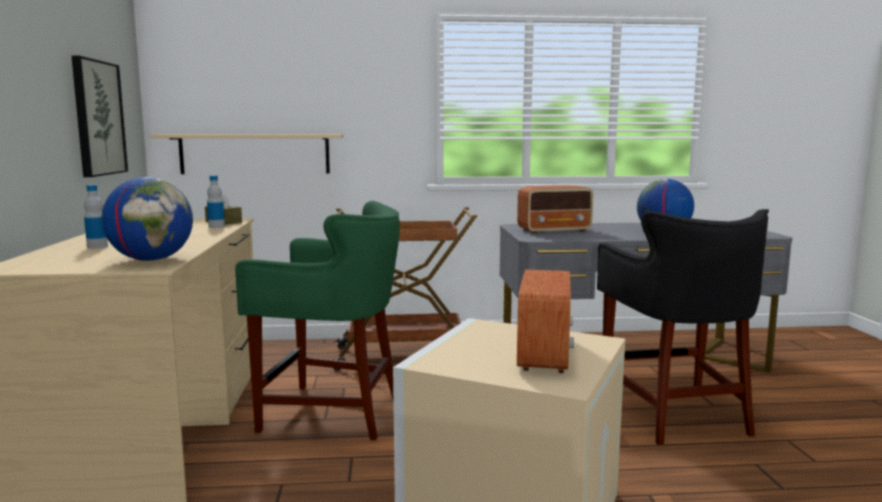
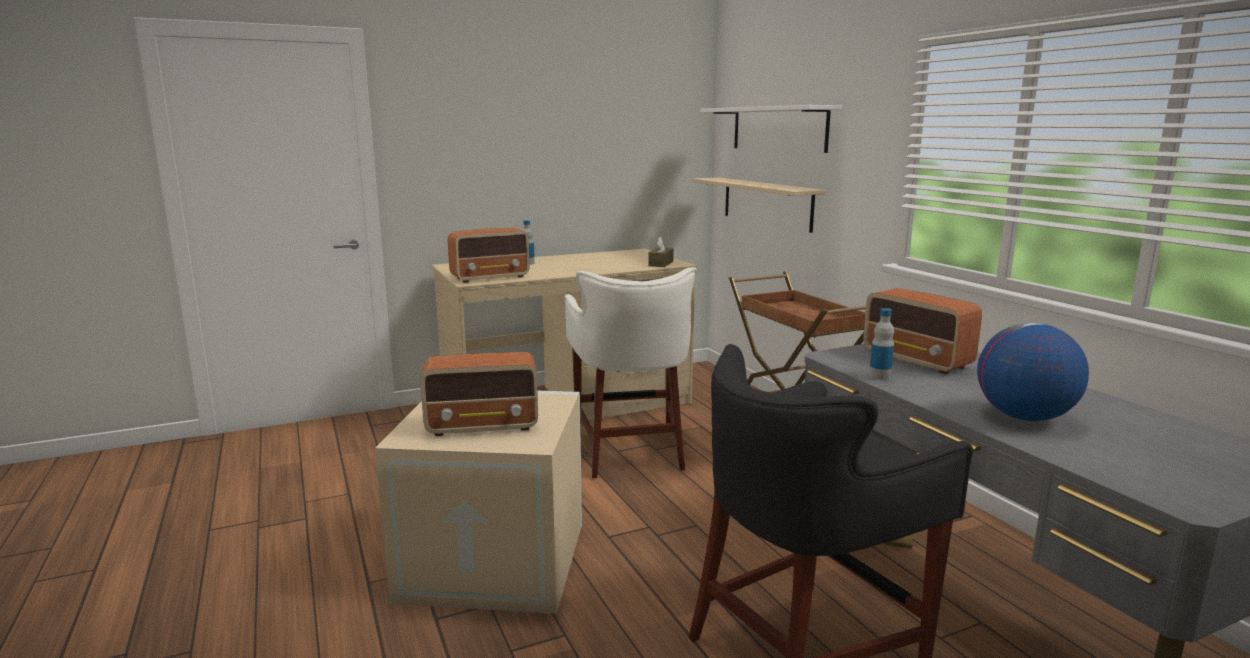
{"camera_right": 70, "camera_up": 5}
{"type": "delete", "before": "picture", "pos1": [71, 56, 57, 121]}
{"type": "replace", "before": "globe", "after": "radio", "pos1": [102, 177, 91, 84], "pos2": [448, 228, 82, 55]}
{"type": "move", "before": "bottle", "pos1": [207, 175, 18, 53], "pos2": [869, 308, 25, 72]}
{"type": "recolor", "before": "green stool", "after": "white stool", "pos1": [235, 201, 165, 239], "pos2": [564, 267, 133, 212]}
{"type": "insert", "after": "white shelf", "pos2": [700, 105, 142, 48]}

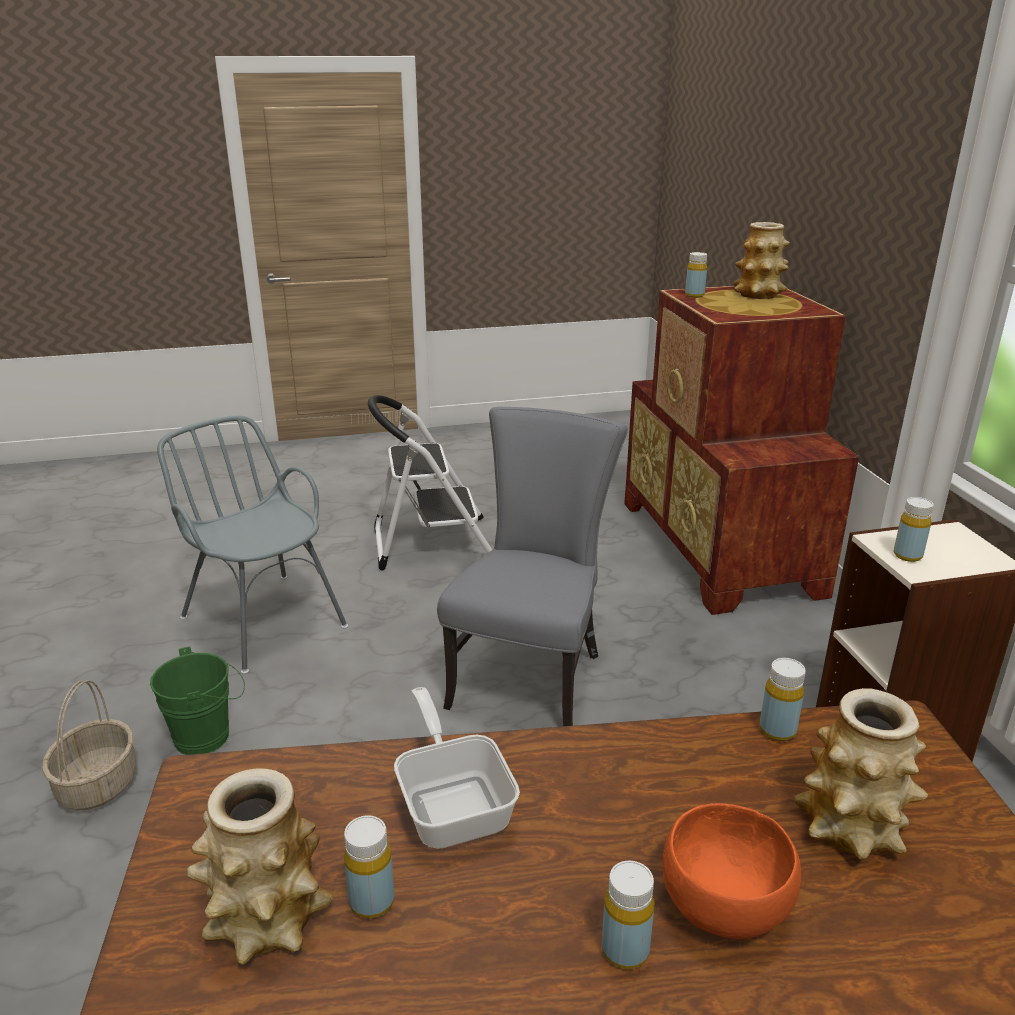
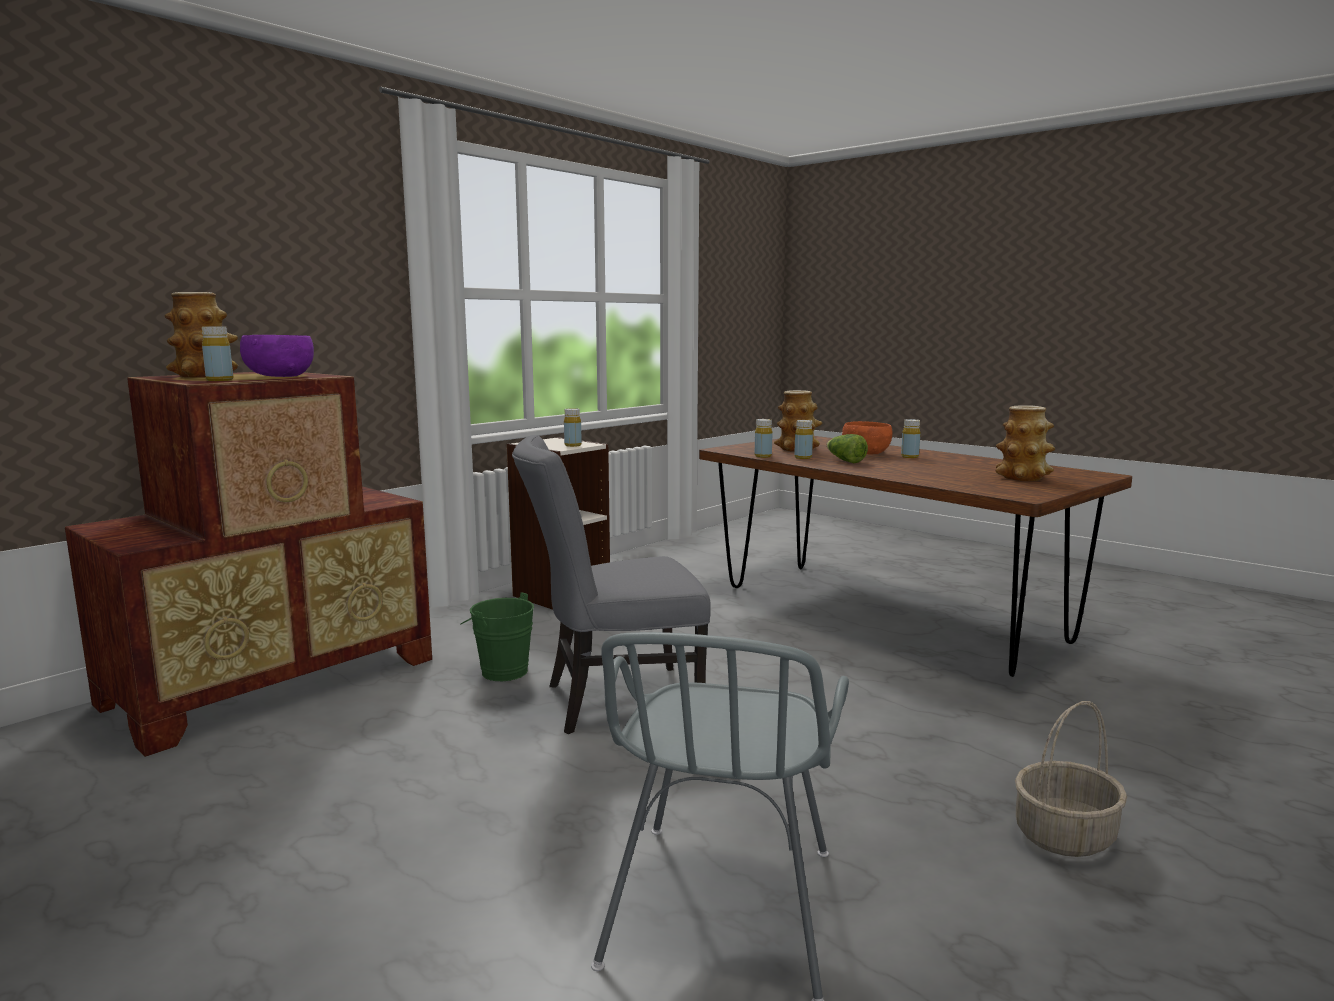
{"camera_right": -125, "camera_up": -15}
{"type": "move", "before": "green bucket", "pos1": [150, 646, 95, 109], "pos2": [461, 592, 73, 89]}
{"type": "move", "before": "yellow bottle", "pos1": [344, 815, 51, 103], "pos2": [794, 420, 19, 39]}
{"type": "delete", "before": "step ladder", "pos1": [368, 395, 124, 176]}
{"type": "delete", "before": "frying pan", "pos1": [394, 687, 126, 162]}
{"type": "insert", "after": "purple bowl", "pos2": [240, 335, 74, 42]}
{"type": "insert", "after": "lettuce", "pos2": [826, 434, 42, 29]}

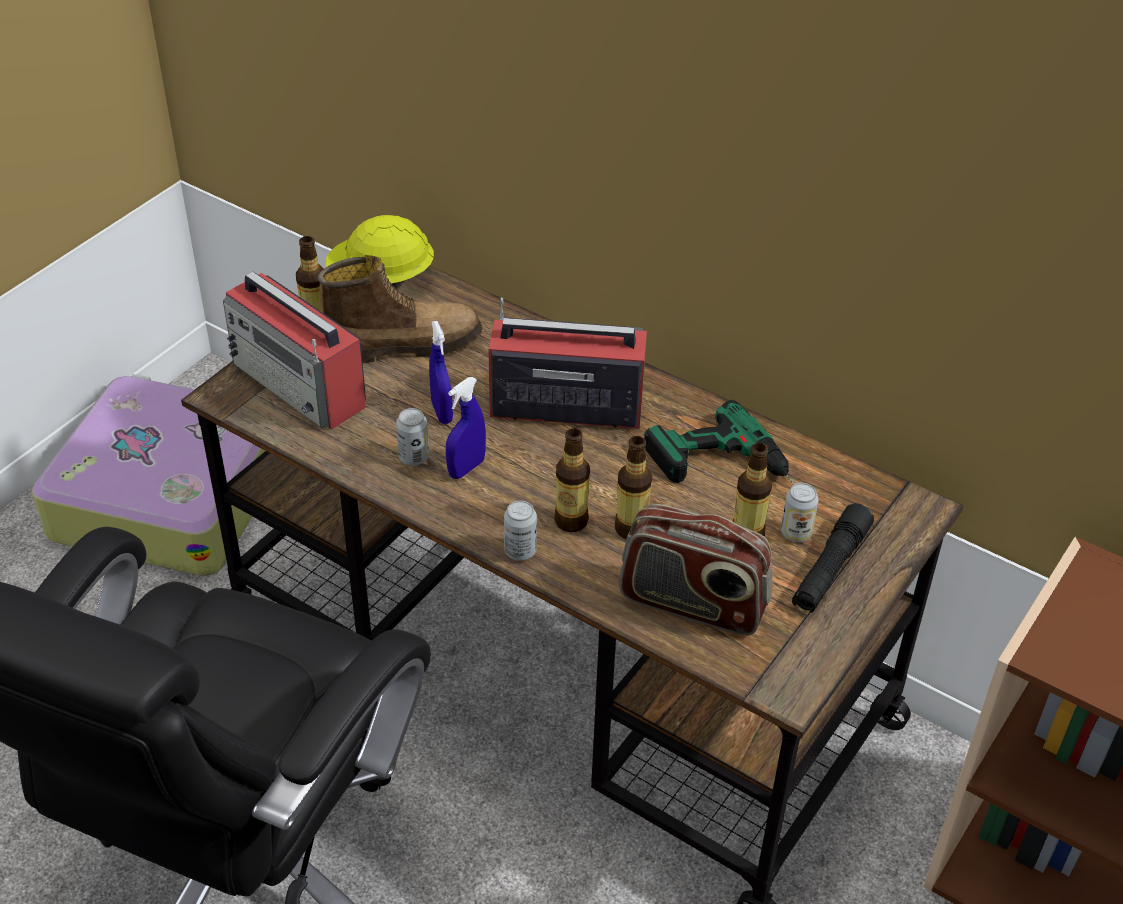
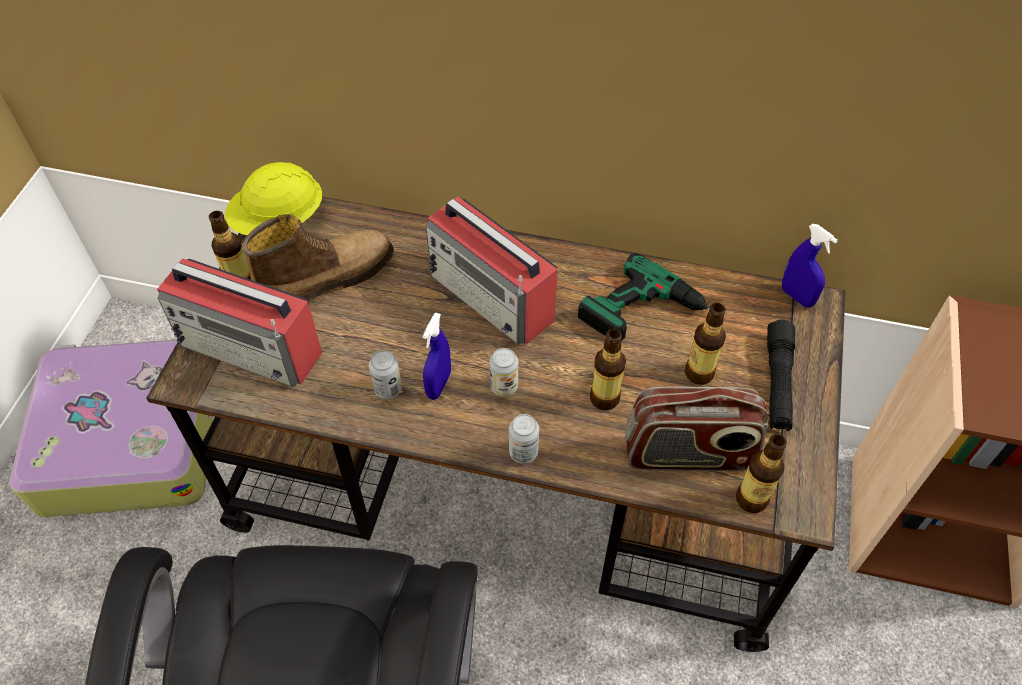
{"camera_right": -20, "camera_up": 10}
{"type": "move", "before": "blue spray bottle", "pos1": [429, 321, 24, 103], "pos2": [782, 224, 56, 84]}
{"type": "rotate", "before": "radio", "pos1": [488, 298, 159, 131], "pos2": [426, 197, 132, 148], "turn": -120}
{"type": "move", "before": "bottle", "pos1": [555, 428, 35, 104], "pos2": [736, 434, 51, 79]}
{"type": "move", "before": "can", "pos1": [781, 483, 38, 59], "pos2": [489, 348, 29, 49]}

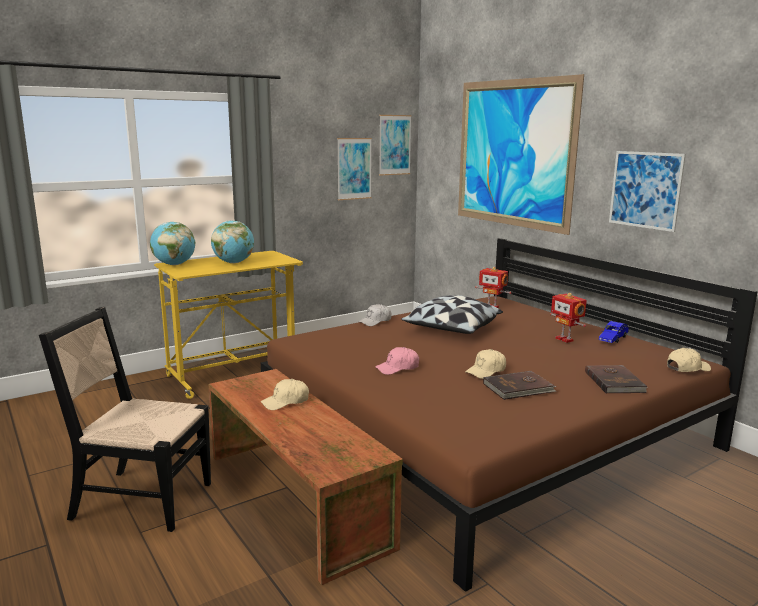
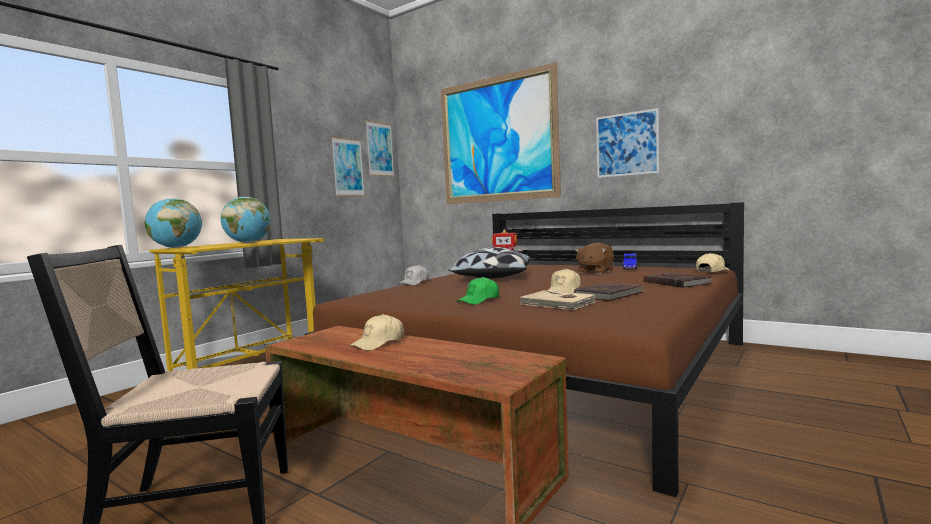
{"camera_right": -20, "camera_up": -10}
{"type": "recolor", "before": "pink cap", "after": "green cap", "pos1": [375, 347, 44, 28], "pos2": [456, 277, 43, 28]}
{"type": "replace", "before": "toy robot", "after": "brown plush toy", "pos1": [550, 293, 37, 50], "pos2": [575, 243, 39, 31]}
{"type": "insert", "after": "beige book", "pos2": [520, 290, 75, 20]}

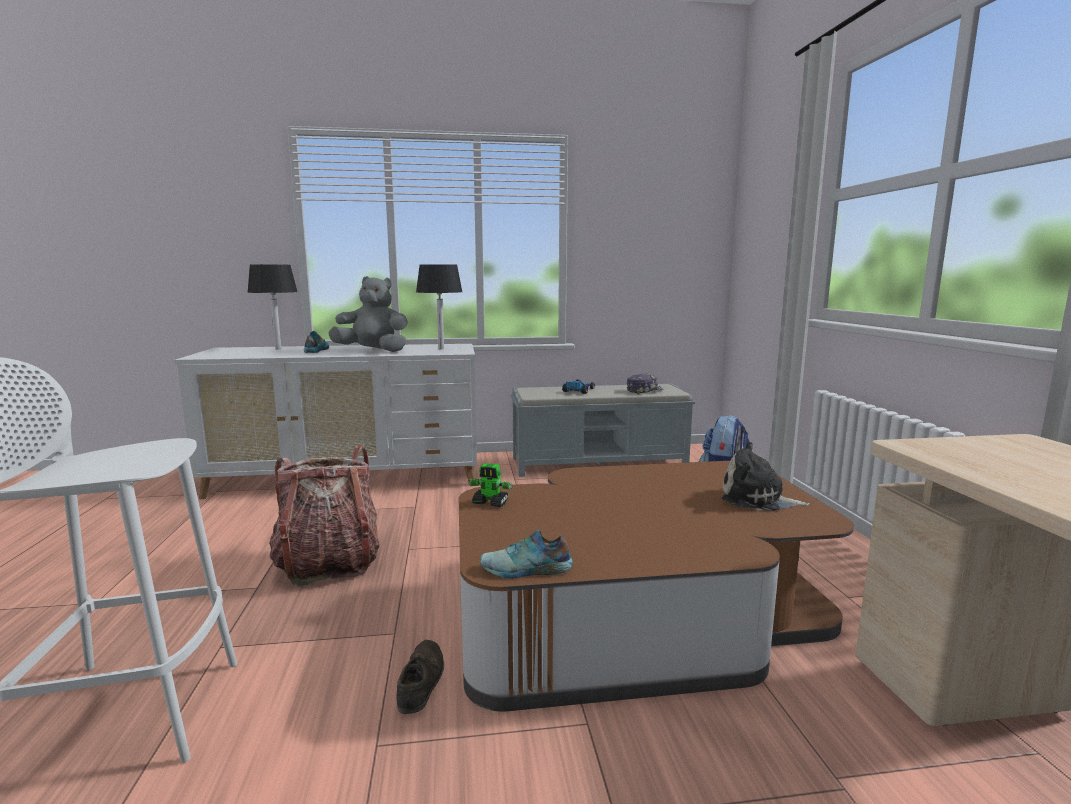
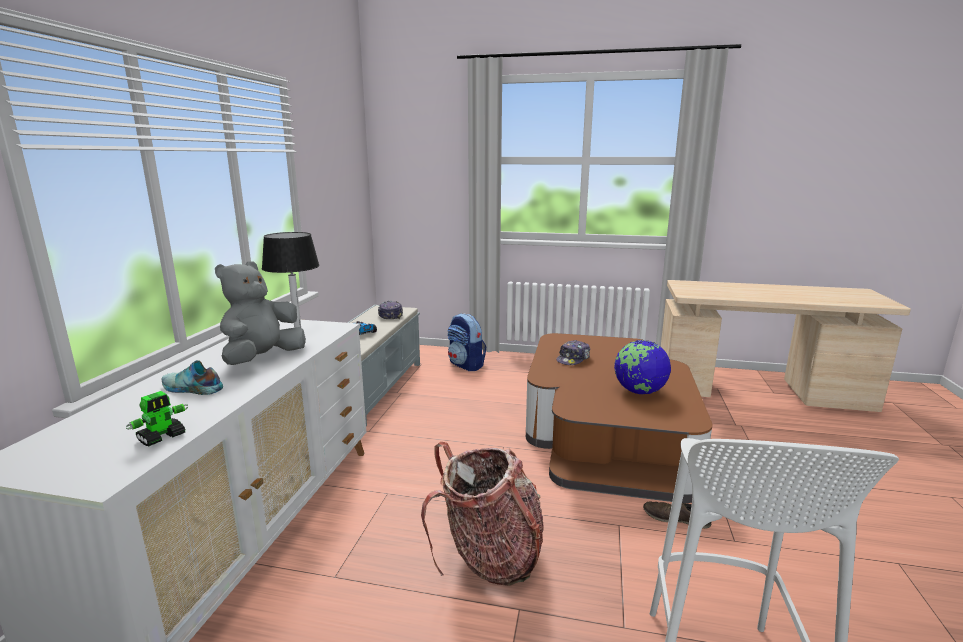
{"camera_right": -70, "camera_up": 5}
{"type": "delete", "before": "black table lamp", "pos1": [247, 264, 51, 85]}
{"type": "move", "before": "toy robot", "pos1": [468, 463, 46, 44], "pos2": [126, 391, 62, 56]}
{"type": "delete", "before": "shoe", "pos1": [480, 530, 93, 49]}
{"type": "delete", "before": "plush toy", "pos1": [722, 442, 88, 69]}
{"type": "insert", "after": "cap", "pos2": [557, 340, 33, 25]}
{"type": "insert", "after": "globe", "pos2": [614, 340, 57, 54]}

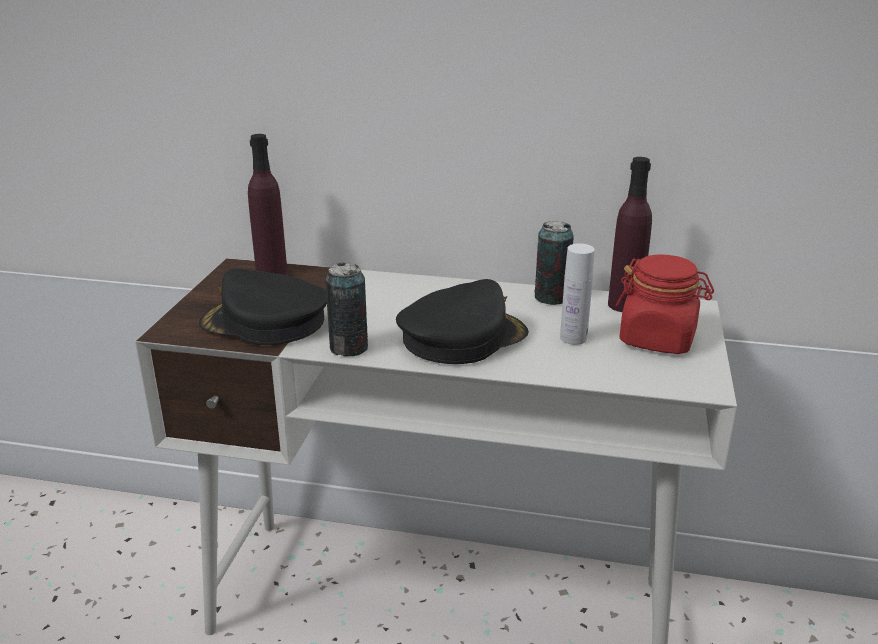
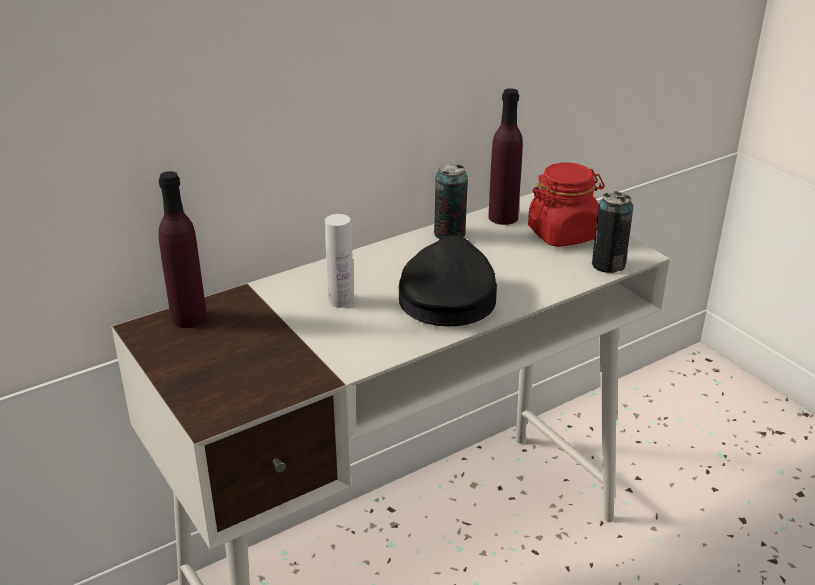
{"camera_right": -45, "camera_up": 5}
{"type": "delete", "before": "black cap", "pos1": [199, 268, 128, 77]}
{"type": "move", "before": "can", "pos1": [325, 263, 43, 94], "pos2": [592, 191, 41, 82]}
{"type": "move", "before": "white bottle", "pos1": [560, 244, 35, 101], "pos2": [325, 214, 29, 94]}

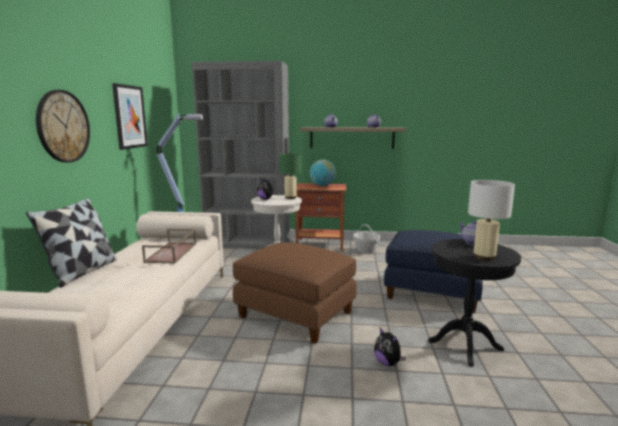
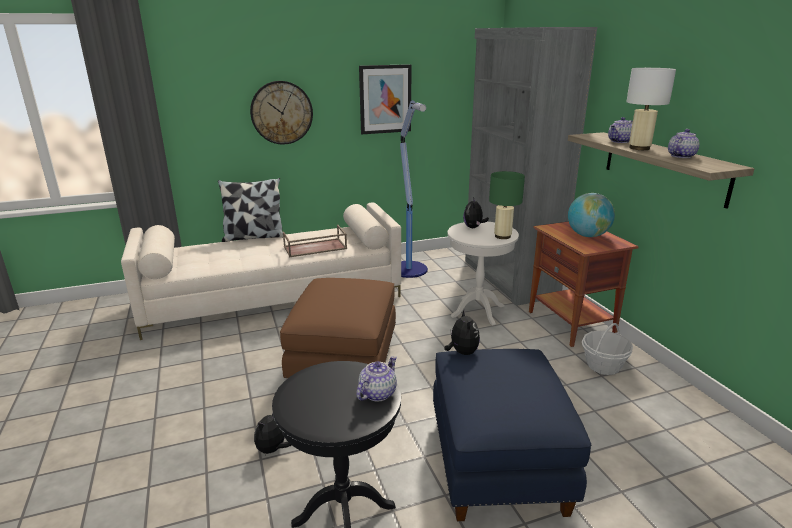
{"camera_right": 65, "camera_up": 10}
{"type": "move", "before": "white table lamp", "pos1": [468, 180, 47, 81], "pos2": [627, 68, 49, 82]}
{"type": "insert", "after": "plush toy", "pos2": [444, 310, 36, 45]}

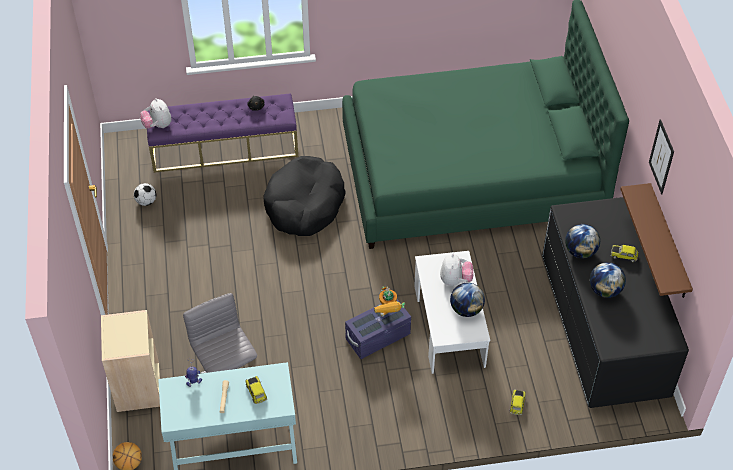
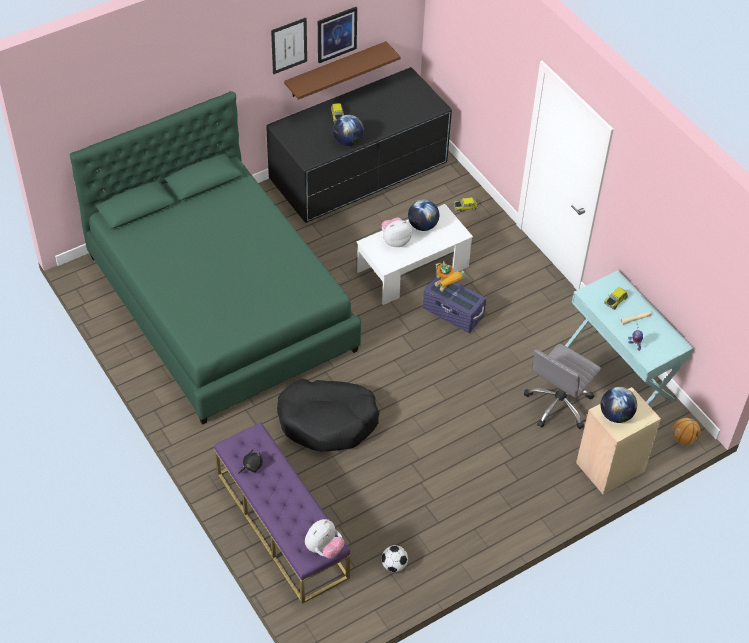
{"camera_right": -115, "camera_up": 0}
{"type": "rotate", "before": "toy robot", "pos1": [374, 287, 31, 30], "pos2": [435, 261, 30, 31], "turn": 90}
{"type": "move", "before": "globe", "pos1": [590, 262, 36, 36], "pos2": [601, 387, 36, 36]}
{"type": "insert", "after": "picture", "pos2": [318, 7, 39, 56]}

